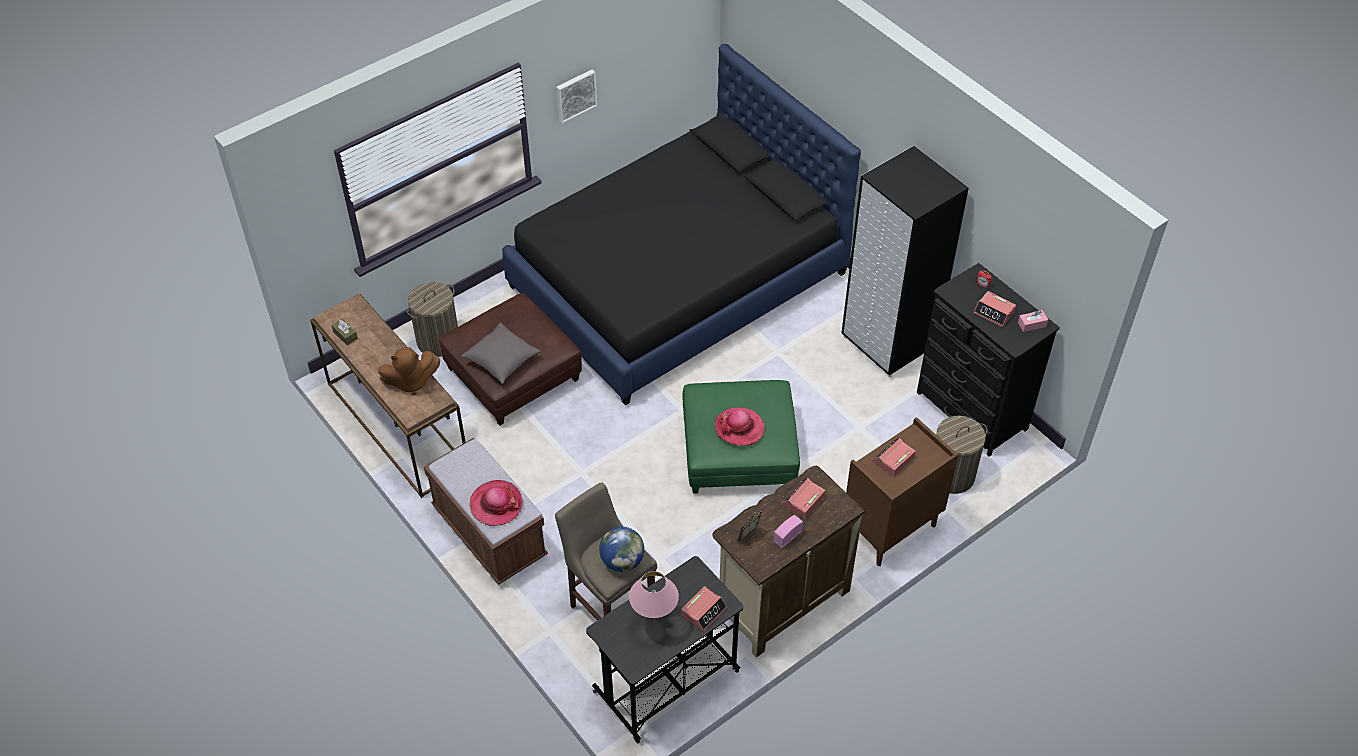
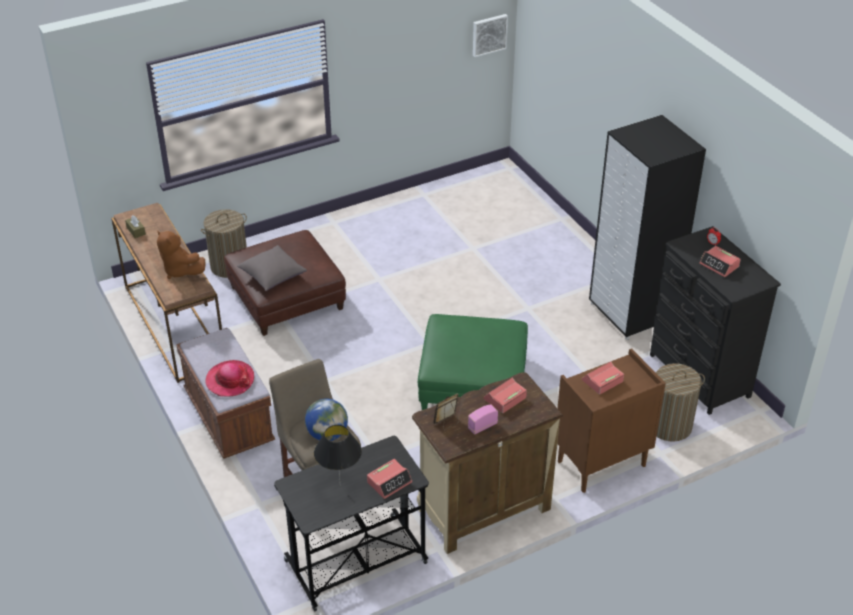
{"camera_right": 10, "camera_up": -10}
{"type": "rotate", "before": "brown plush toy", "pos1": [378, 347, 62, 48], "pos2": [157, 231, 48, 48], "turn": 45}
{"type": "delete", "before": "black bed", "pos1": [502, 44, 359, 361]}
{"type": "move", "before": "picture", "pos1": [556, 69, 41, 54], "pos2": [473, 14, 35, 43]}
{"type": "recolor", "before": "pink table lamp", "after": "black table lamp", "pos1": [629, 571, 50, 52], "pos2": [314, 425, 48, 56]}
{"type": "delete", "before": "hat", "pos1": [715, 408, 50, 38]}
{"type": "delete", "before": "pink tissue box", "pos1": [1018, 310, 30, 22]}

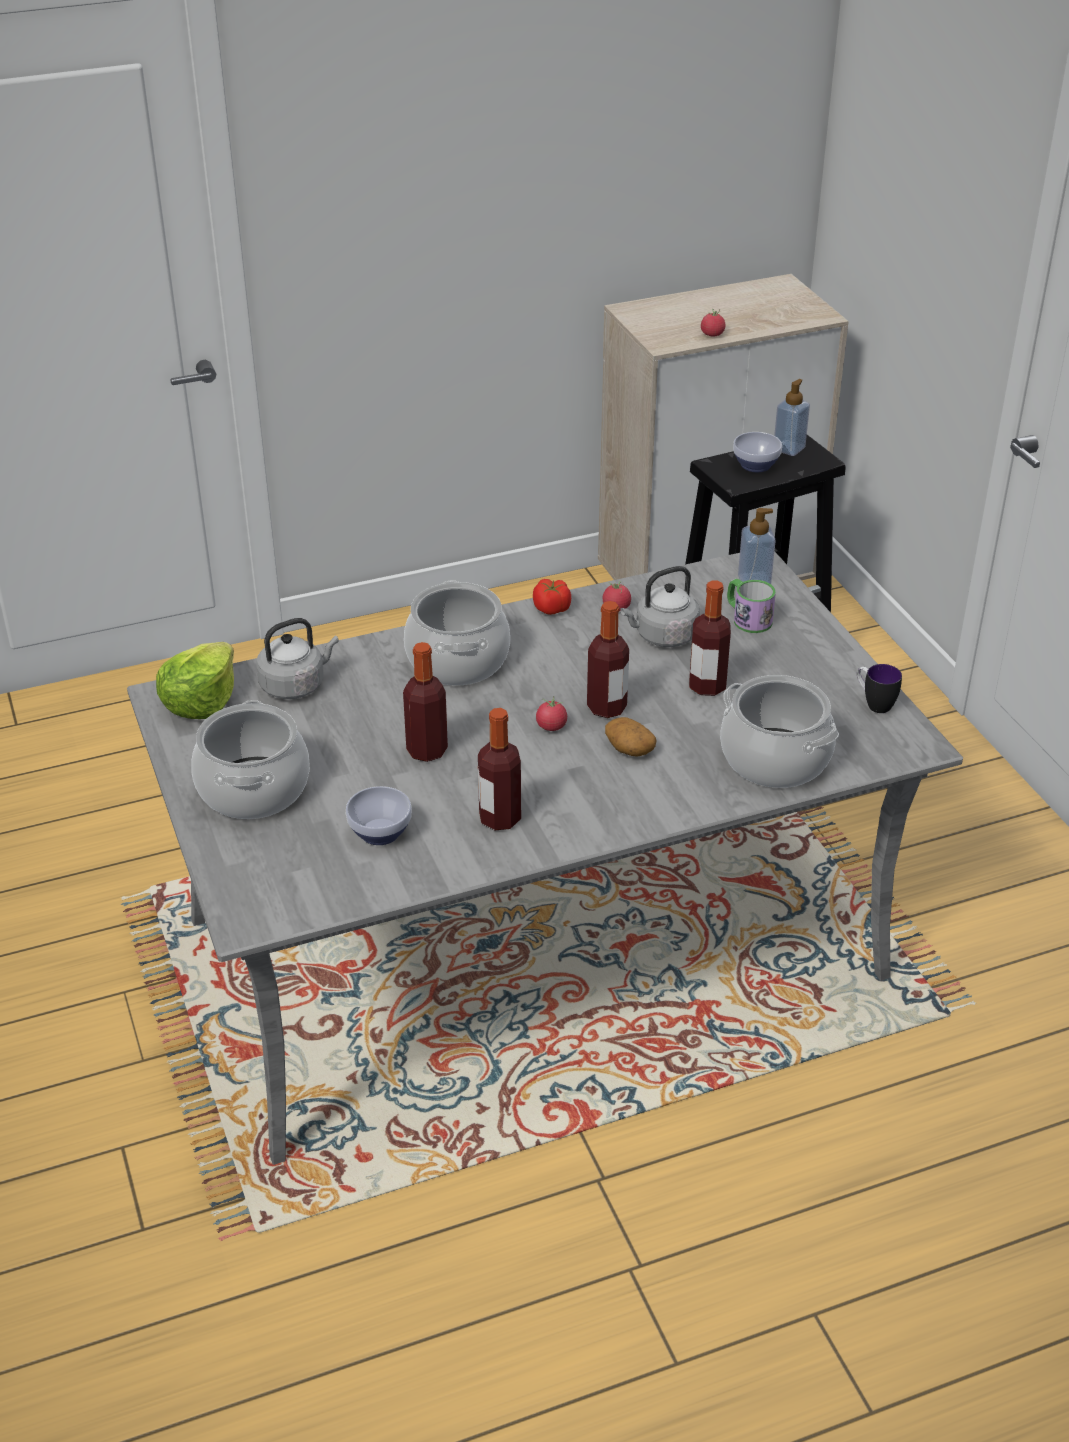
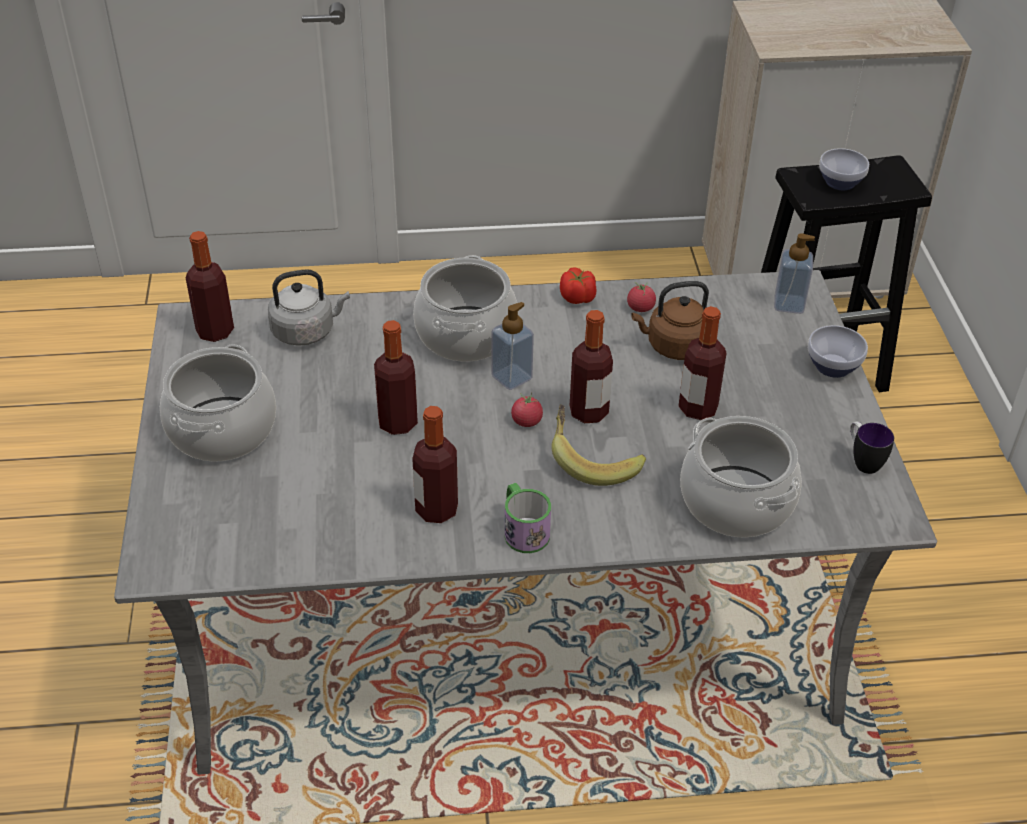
{"camera_right": 15, "camera_up": 5}
{"type": "replace", "before": "lettuce", "after": "bottle", "pos1": [156, 642, 78, 77], "pos2": [186, 231, 48, 111]}
{"type": "move", "before": "bowl", "pos1": [346, 786, 66, 59], "pos2": [808, 325, 60, 53]}
{"type": "replace", "before": "potato", "after": "banana", "pos1": [605, 717, 52, 40], "pos2": [551, 404, 95, 82]}
{"type": "recolor", "before": "grey kettle", "after": "brown kettle", "pos1": [620, 566, 80, 81], "pos2": [631, 281, 78, 79]}
{"type": "delete", "before": "tomato", "pos1": [701, 309, 24, 28]}
{"type": "move", "before": "mug", "pos1": [727, 579, 49, 54], "pos2": [505, 483, 46, 70]}
{"type": "move", "before": "soap dispenser", "pos1": [774, 379, 36, 77], "pos2": [492, 302, 42, 88]}

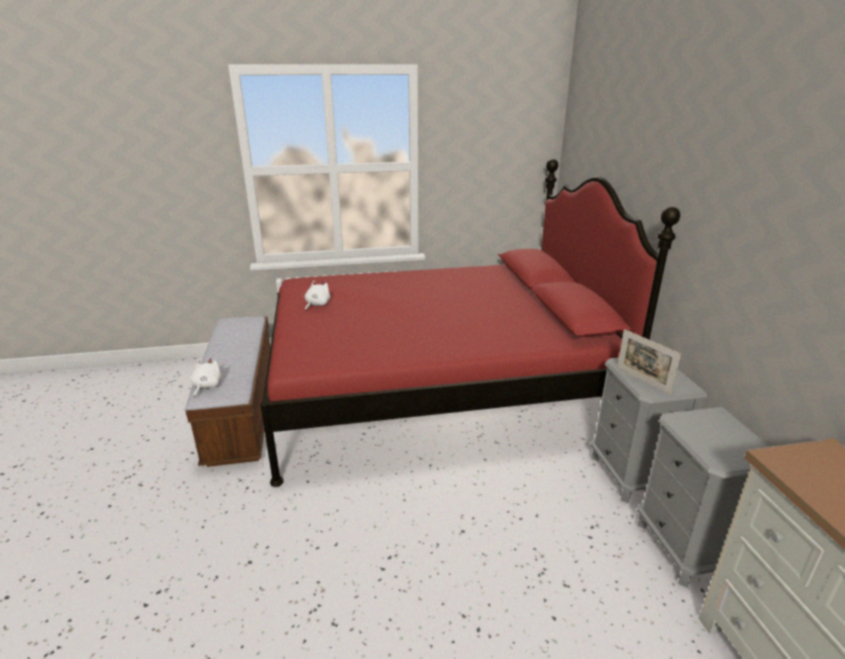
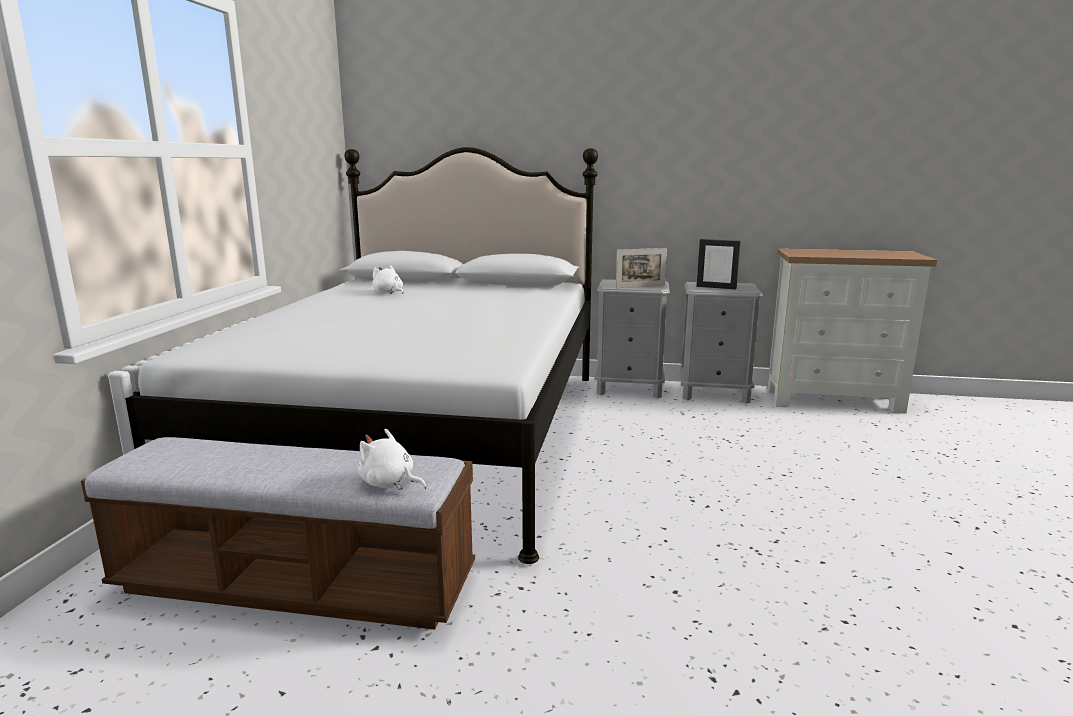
{"camera_right": -70, "camera_up": -10}
{"type": "recolor", "before": "red bed", "after": "white bed", "pos1": [260, 159, 420, 328], "pos2": [125, 147, 473, 417]}
{"type": "move", "before": "white plush toy", "pos1": [305, 281, 25, 30], "pos2": [372, 265, 31, 29]}
{"type": "insert", "after": "picture frame", "pos2": [697, 239, 44, 50]}

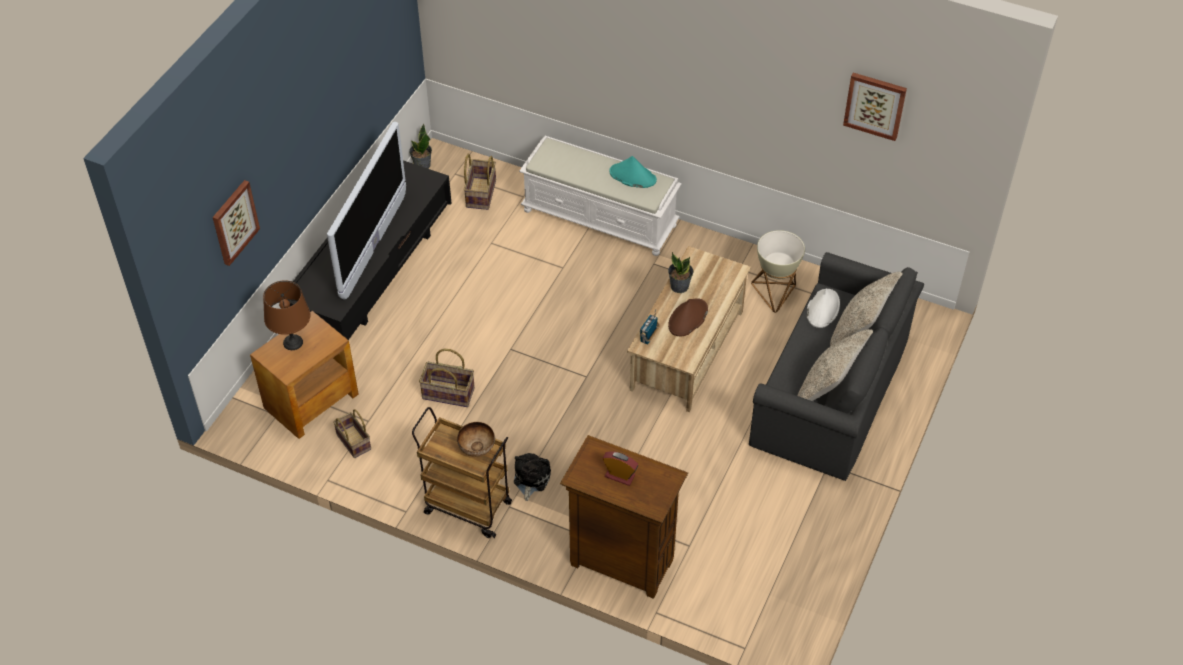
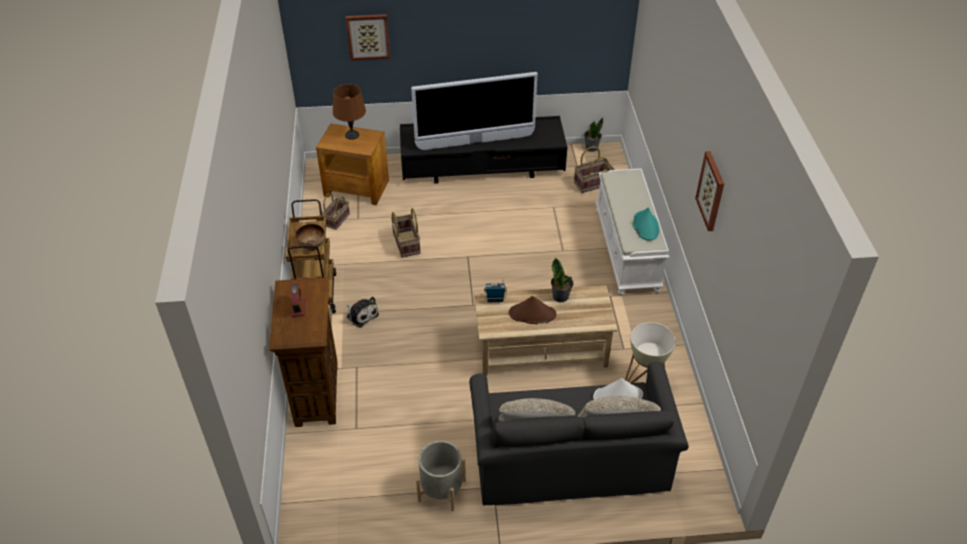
{"camera_right": 60, "camera_up": -5}
{"type": "rotate", "before": "plush toy", "pos1": [514, 453, 37, 48], "pos2": [346, 297, 33, 31], "turn": 60}
{"type": "move", "before": "picture", "pos1": [843, 73, 64, 68], "pos2": [695, 151, 29, 80]}
{"type": "insert", "after": "grey planter", "pos2": [416, 441, 50, 70]}

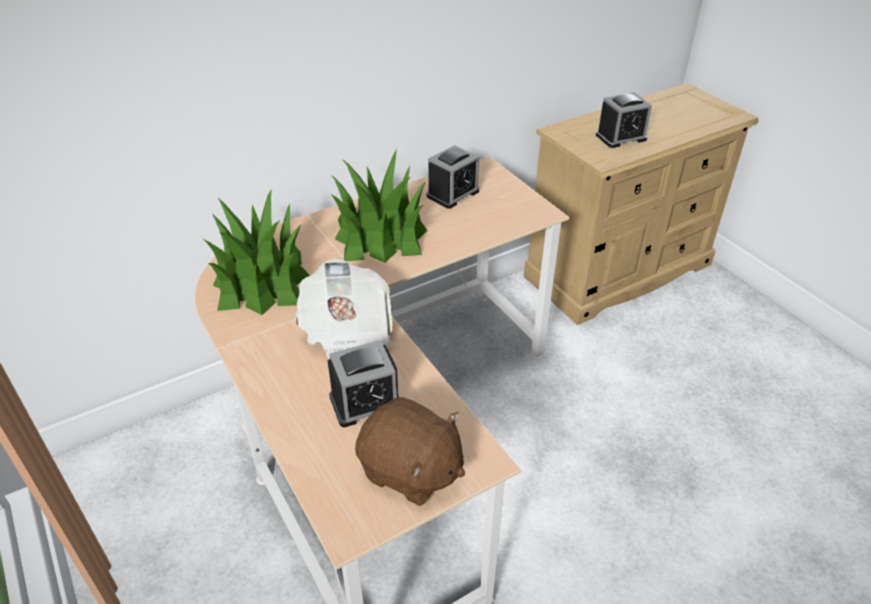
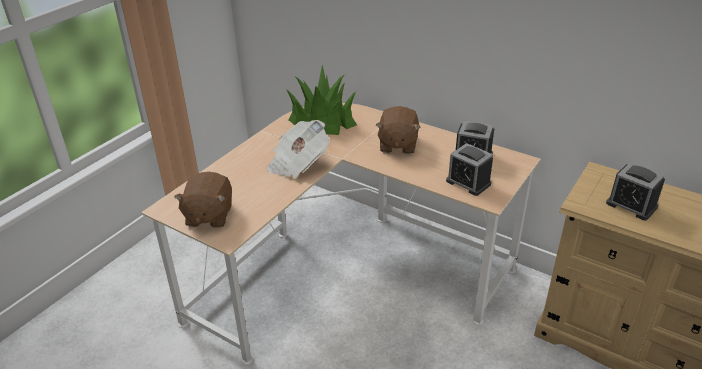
{"camera_right": 65, "camera_up": -5}
{"type": "move", "before": "alarm clock", "pos1": [328, 340, 71, 87], "pos2": [446, 143, 47, 53]}
{"type": "replace", "before": "potted plant", "after": "brown plush toy", "pos1": [330, 149, 98, 114], "pos2": [376, 106, 45, 48]}

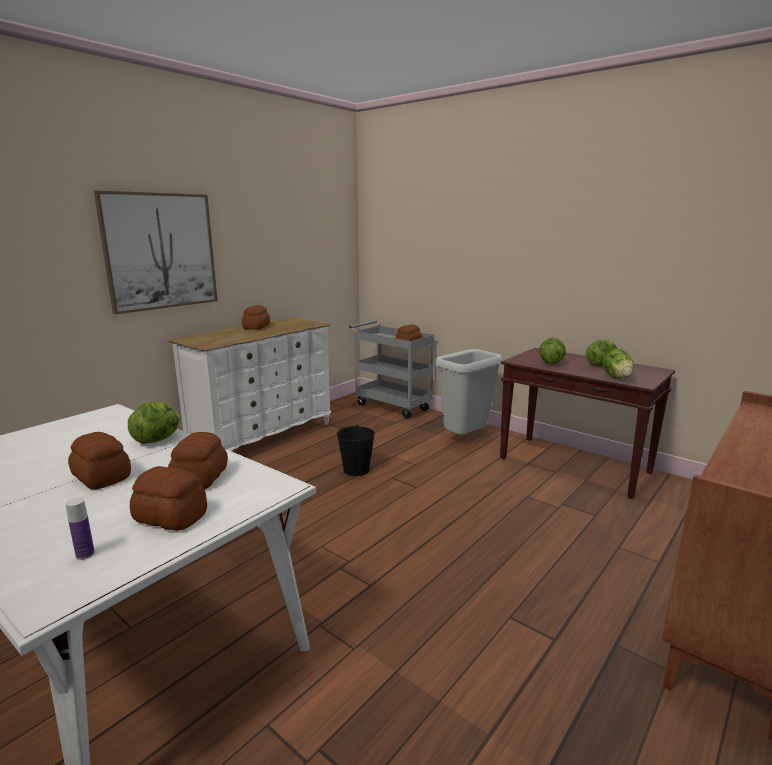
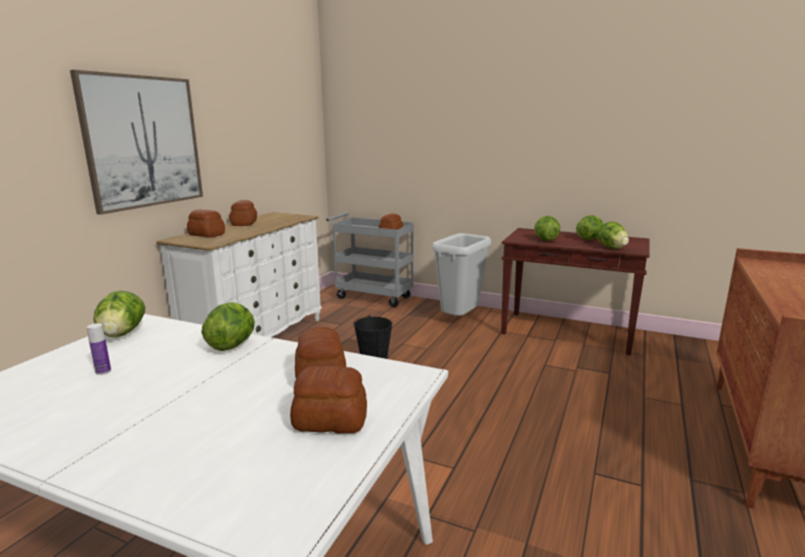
{"camera_right": -15, "camera_up": 0}
{"type": "move", "before": "bottle", "pos1": [65, 498, 30, 62], "pos2": [87, 323, 24, 52]}
{"type": "move", "before": "bread", "pos1": [68, 432, 63, 58], "pos2": [187, 209, 38, 29]}
{"type": "insert", "after": "lettuce", "pos2": [94, 291, 51, 47]}

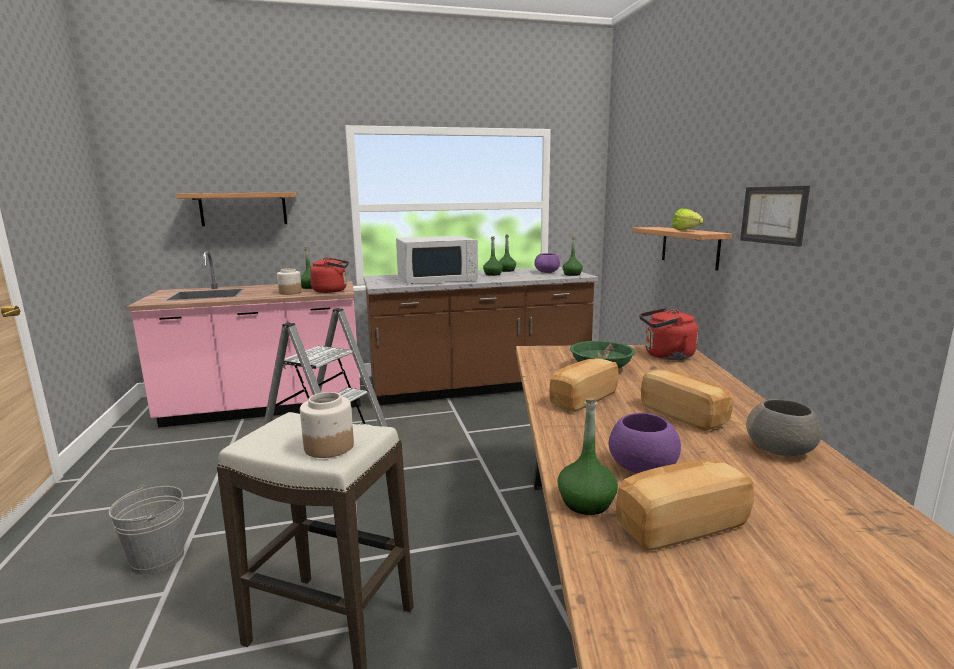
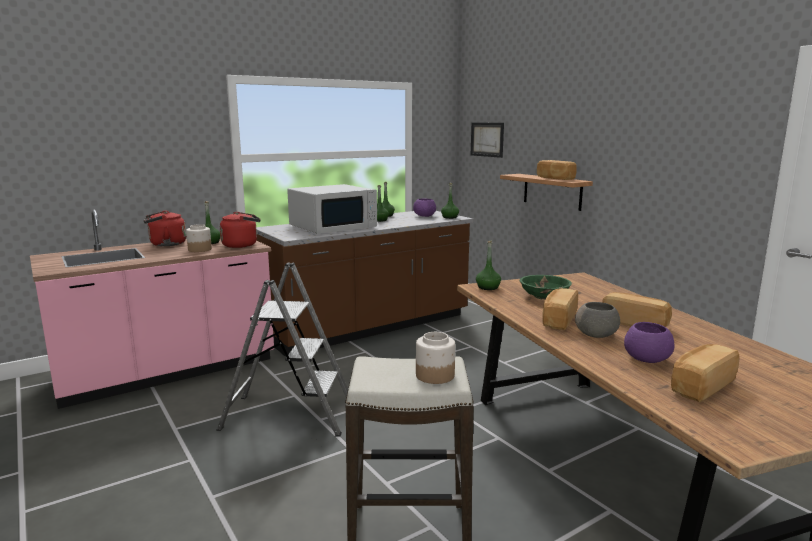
{"camera_right": -20, "camera_up": 0}
{"type": "delete", "before": "grey bucket", "pos1": [109, 485, 75, 90]}
{"type": "delete", "before": "shelf", "pos1": [176, 192, 121, 34]}
{"type": "move", "before": "green bottle", "pos1": [557, 397, 61, 118], "pos2": [476, 241, 25, 49]}
{"type": "move", "before": "red kettle", "pos1": [639, 308, 59, 52], "pos2": [143, 211, 43, 35]}
{"type": "replace", "before": "lettuce", "after": "bread", "pos1": [672, 208, 31, 22], "pos2": [537, 160, 40, 20]}
{"type": "move", "before": "picture", "pos1": [740, 186, 70, 61], "pos2": [471, 123, 33, 35]}
{"type": "move", "before": "grey bowl", "pos1": [746, 399, 76, 57], "pos2": [575, 302, 45, 36]}

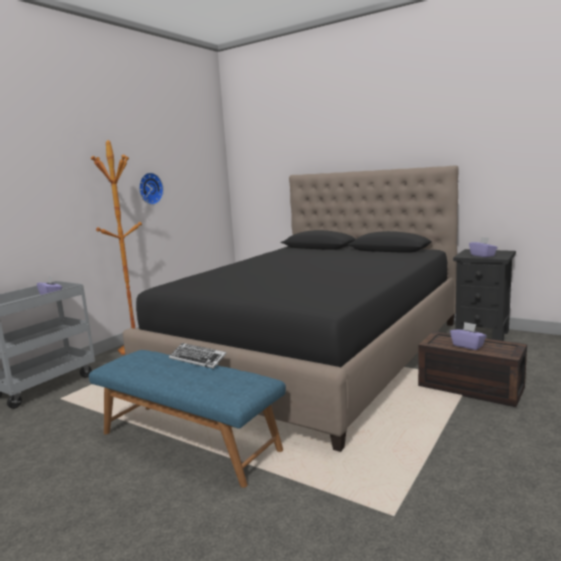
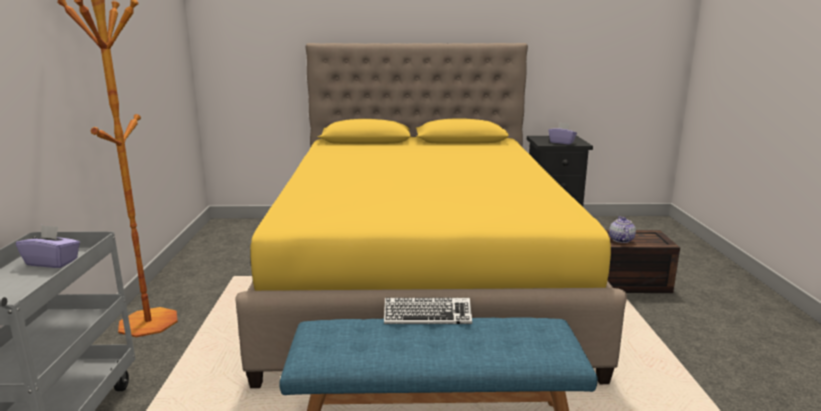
{"camera_right": -35, "camera_up": 5}
{"type": "recolor", "before": "black bed", "after": "yellow bed", "pos1": [123, 165, 335, 287], "pos2": [235, 43, 392, 345]}
{"type": "delete", "before": "wall clock", "pos1": [139, 173, 25, 32]}
{"type": "replace", "before": "purple tissue box", "after": "teapot", "pos1": [450, 322, 36, 28], "pos2": [609, 216, 27, 27]}

